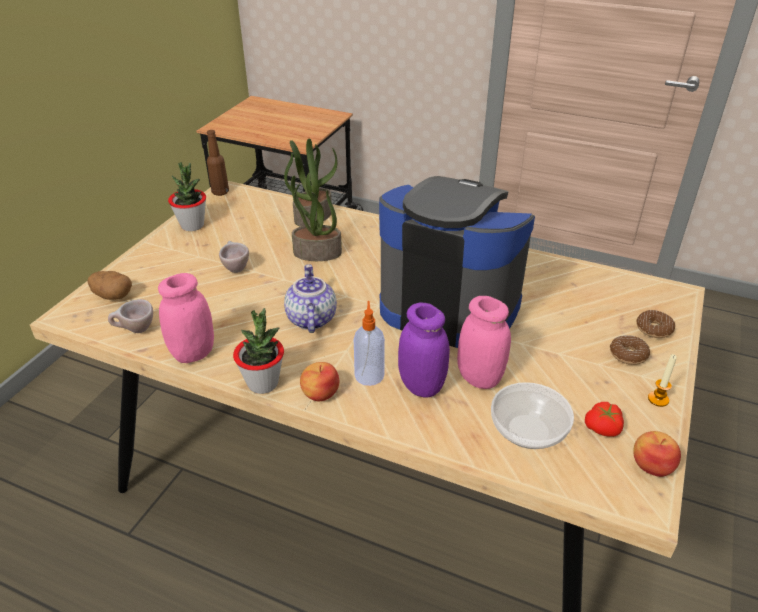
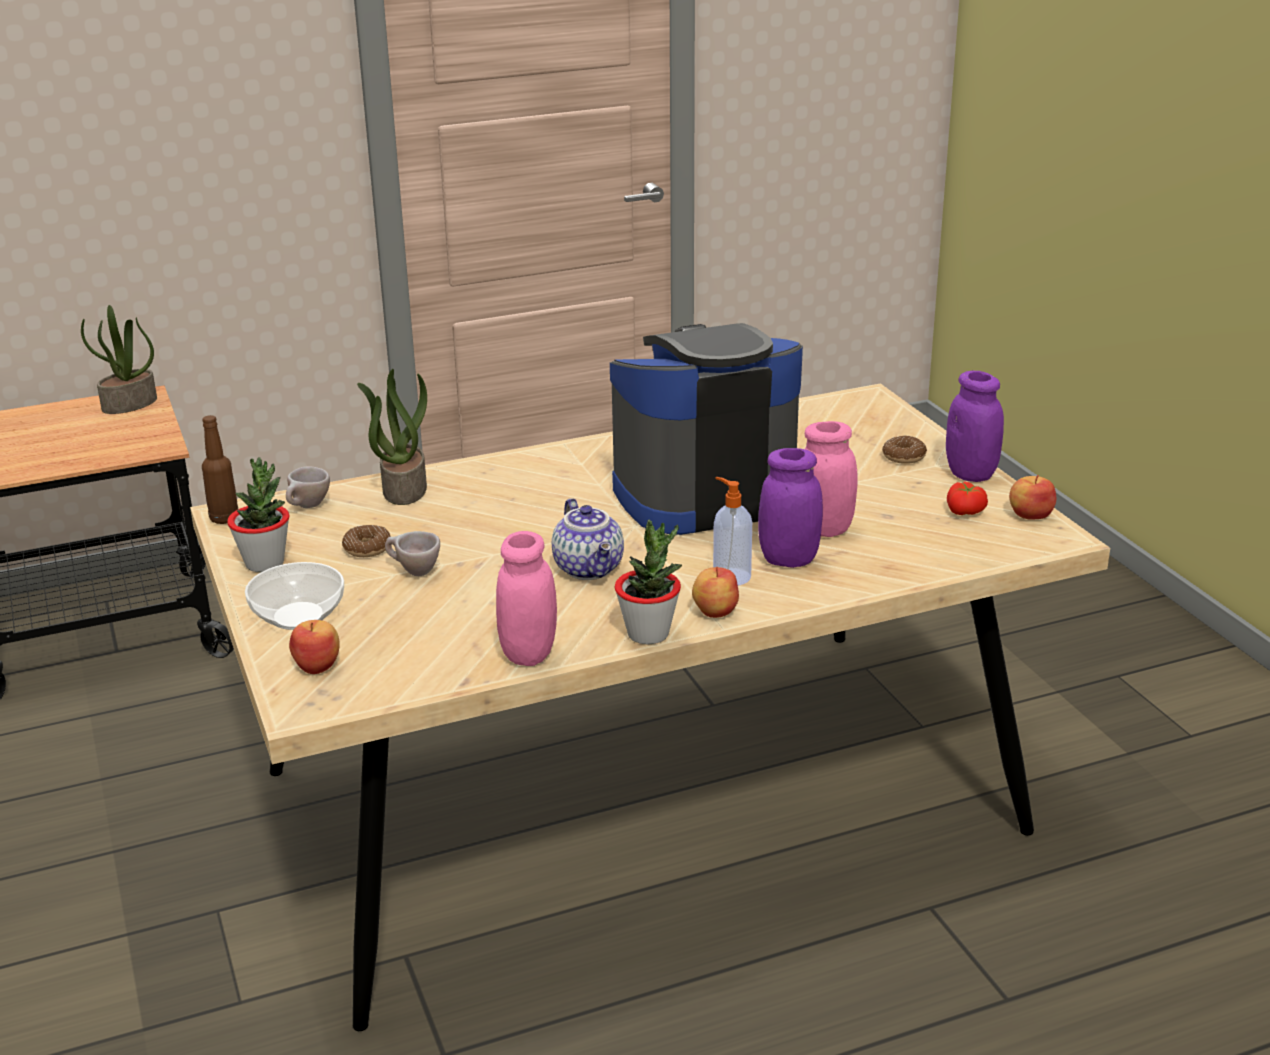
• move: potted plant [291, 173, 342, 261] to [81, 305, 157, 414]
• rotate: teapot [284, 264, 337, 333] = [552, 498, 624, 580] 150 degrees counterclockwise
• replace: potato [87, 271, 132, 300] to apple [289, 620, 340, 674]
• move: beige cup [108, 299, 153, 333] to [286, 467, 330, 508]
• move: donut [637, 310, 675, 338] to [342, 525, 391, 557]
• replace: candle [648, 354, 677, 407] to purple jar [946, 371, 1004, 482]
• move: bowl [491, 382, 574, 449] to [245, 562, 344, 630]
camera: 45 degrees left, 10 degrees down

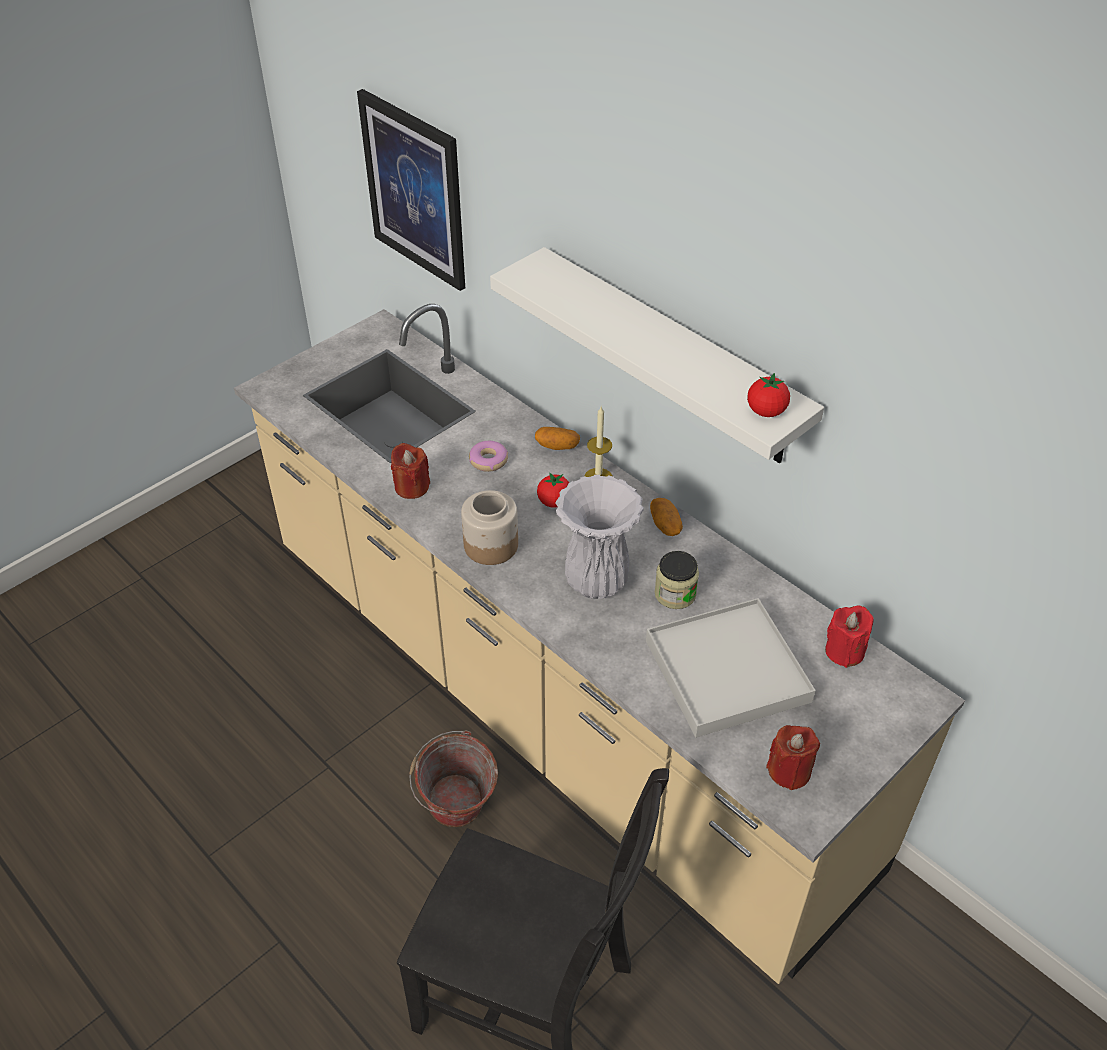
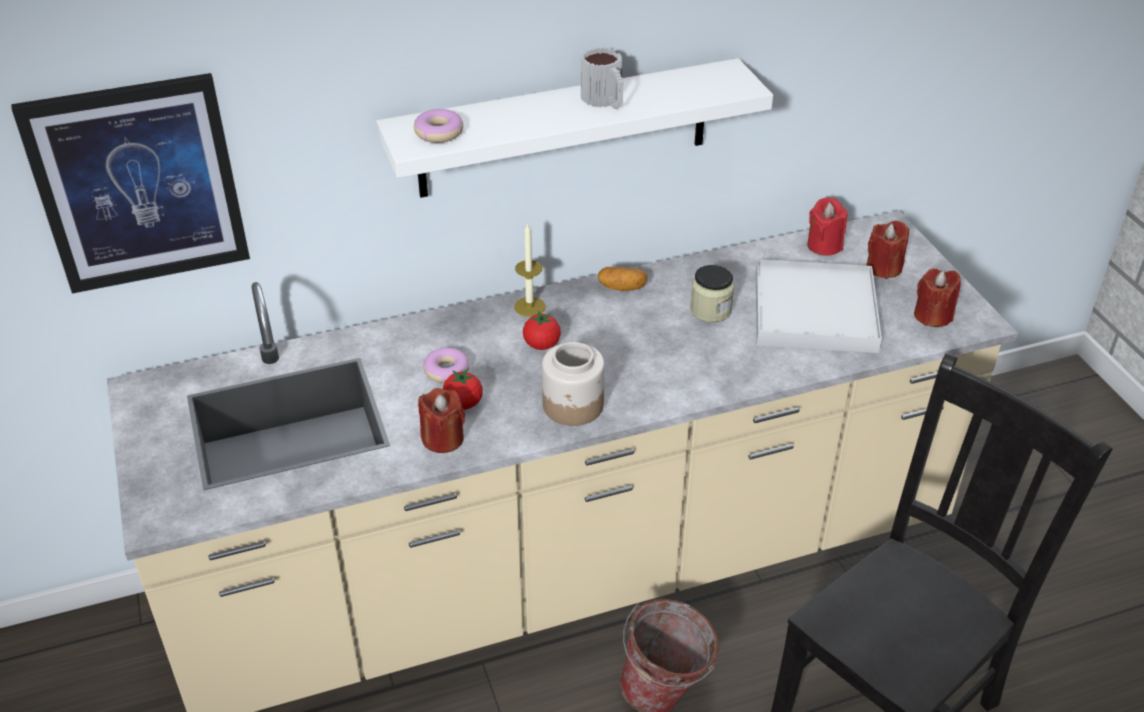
• move: tomato [747, 373, 790, 417] to [443, 369, 483, 410]
• delete: potato [535, 427, 580, 450]
• delete: white vase [556, 475, 644, 599]
• insert: mug [581, 47, 624, 109]
• insert: donut [414, 109, 463, 143]
• insert: red candle [866, 221, 909, 279]
camera: 65 degrees left, 5 degrees down

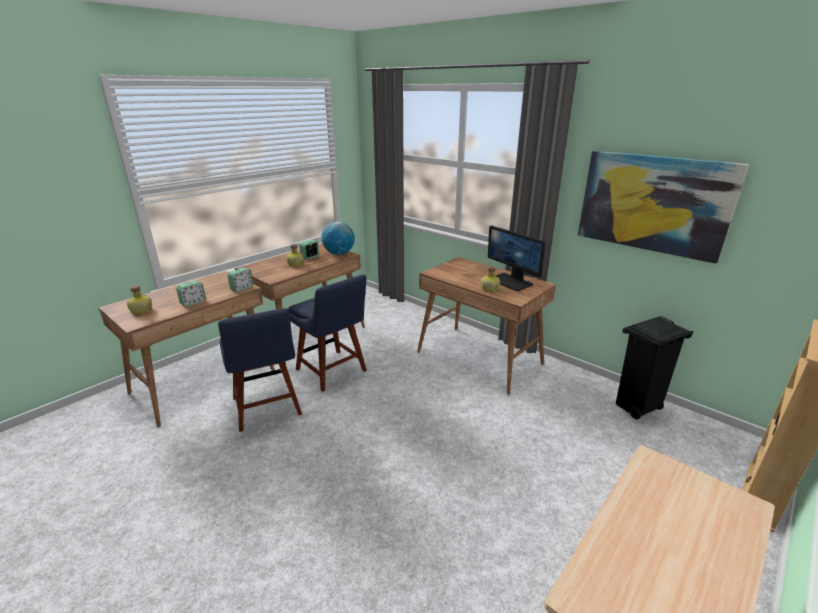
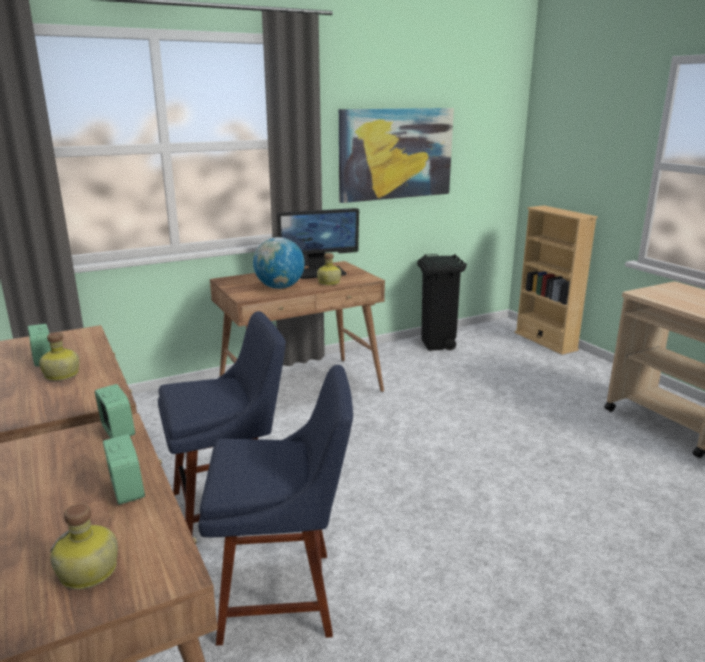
• move: globe [321, 222, 355, 255] to [253, 237, 305, 289]
camera: 70 degrees left, 5 degrees down

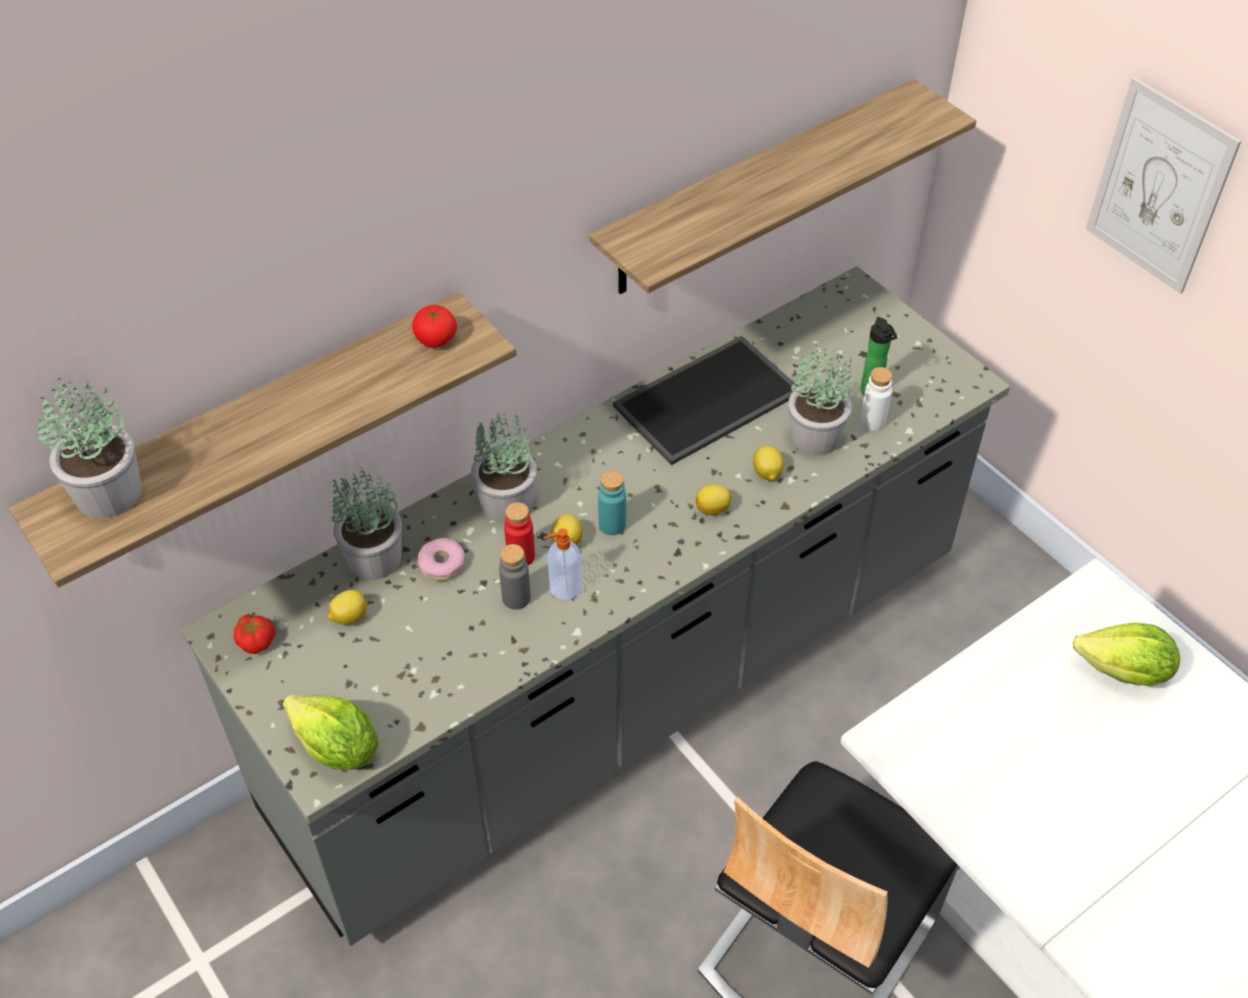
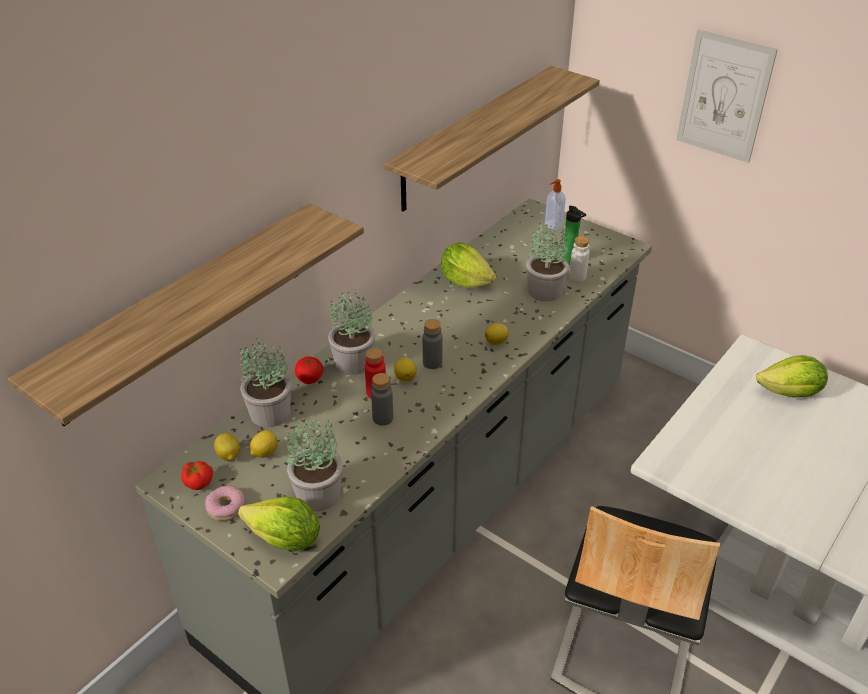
• move: tomato [412, 305, 457, 348] to [295, 357, 324, 384]
• replace: tray [613, 336, 799, 465] to lettuce [441, 242, 496, 288]
• move: potted plant [36, 378, 142, 518] to [286, 416, 343, 511]
• move: lemon [753, 446, 784, 481] to [214, 433, 240, 461]
• recolor: turquoise bottle [598, 471, 626, 535] to grey bottle [423, 319, 442, 369]
• move: soap dispenser [544, 528, 582, 600] to [545, 179, 566, 229]
• move: donut [417, 538, 465, 581] to [205, 485, 245, 521]
camera: 15 degrees left, 10 degrees down

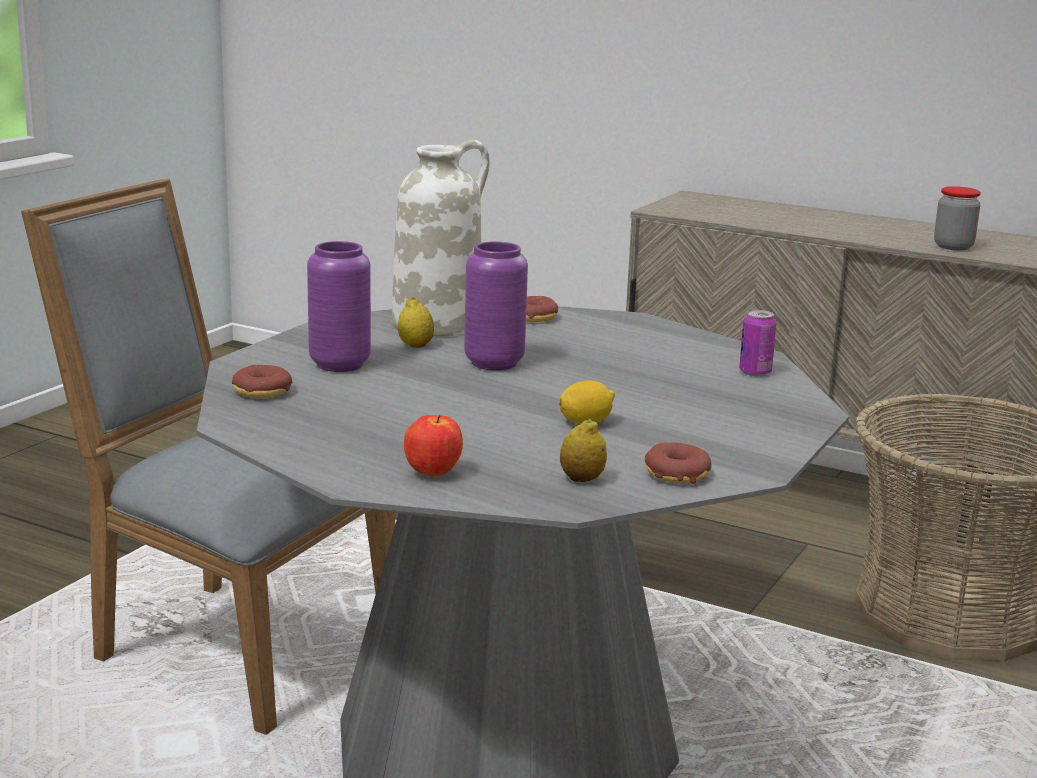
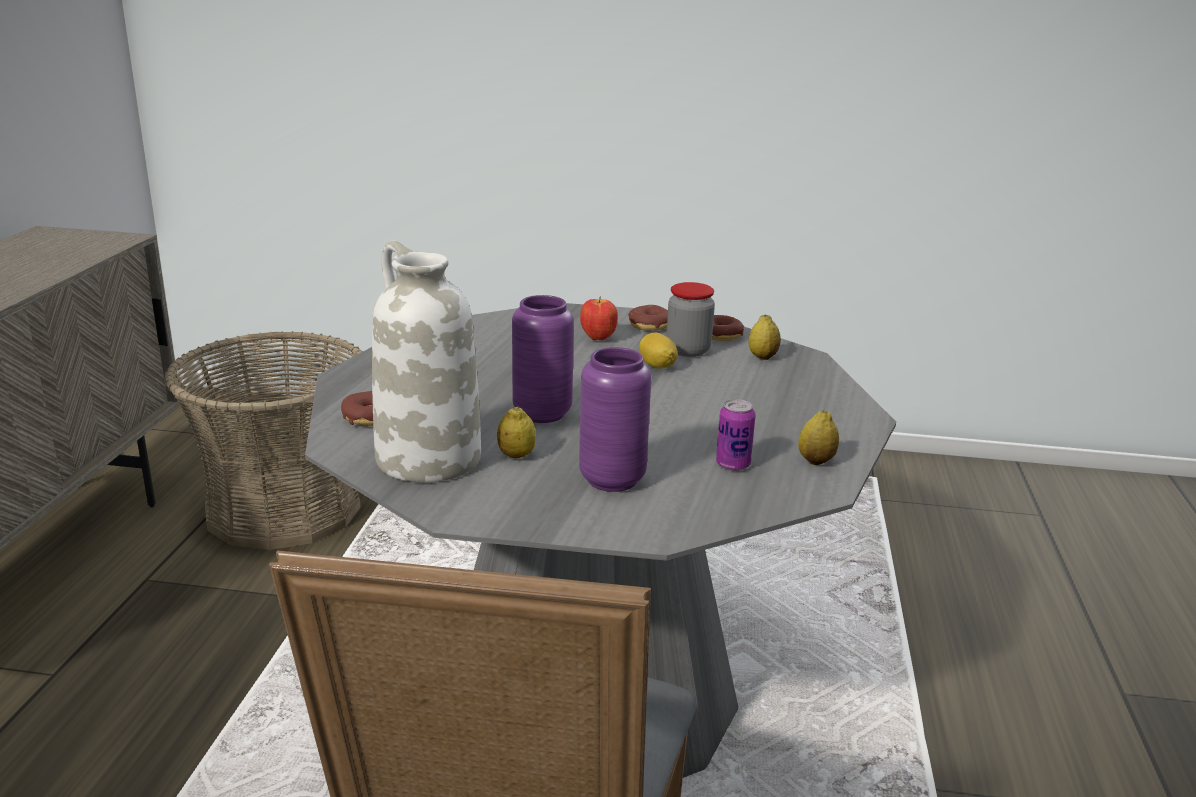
• move: jar [934, 186, 981, 250] to [666, 282, 715, 357]
• move: can [739, 310, 776, 376] to [716, 399, 756, 471]
• move: donut [232, 365, 292, 398] to [628, 305, 668, 331]
• move: apple [404, 415, 463, 477] to [580, 296, 618, 341]
• insert: lemon [798, 410, 839, 465]
camera: 110 degrees left, 5 degrees up

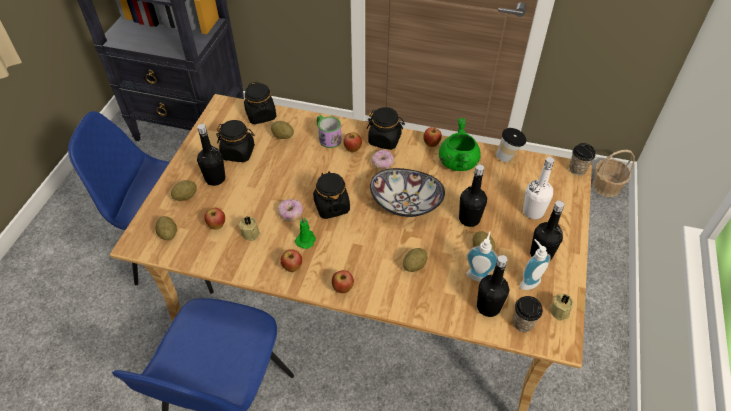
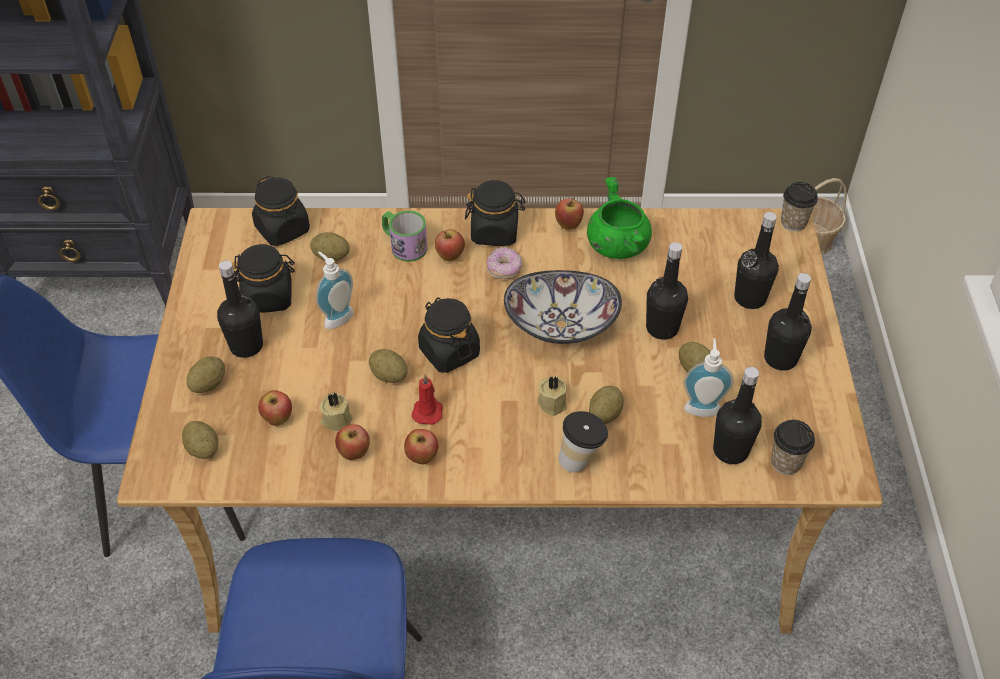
• move: cup [496, 128, 526, 162] to [558, 411, 608, 473]
• recolor: white bottle [523, 157, 554, 219] to black bottle [734, 212, 779, 309]
• replace: donut [278, 199, 303, 221] to potato [369, 349, 408, 383]
• recolor: green candle [295, 217, 316, 249] to red candle [411, 375, 443, 425]
• move: soap dispenser [520, 239, 551, 290] to [316, 251, 354, 329]
• move: apple [332, 270, 354, 293] to [335, 424, 370, 460]
• move: beige candle [550, 294, 573, 321] to [538, 376, 567, 416]
camera: 15 degrees left, 0 degrees up

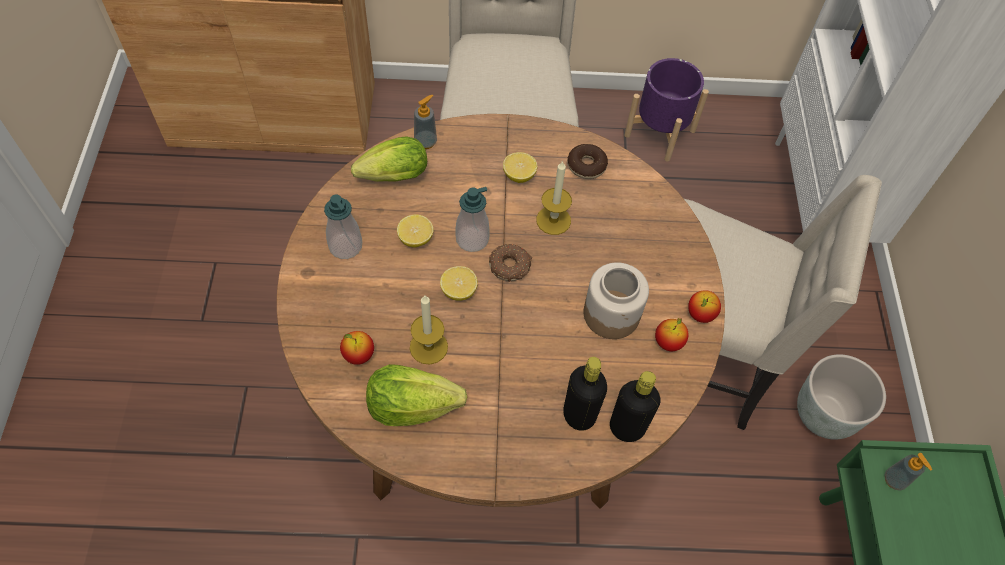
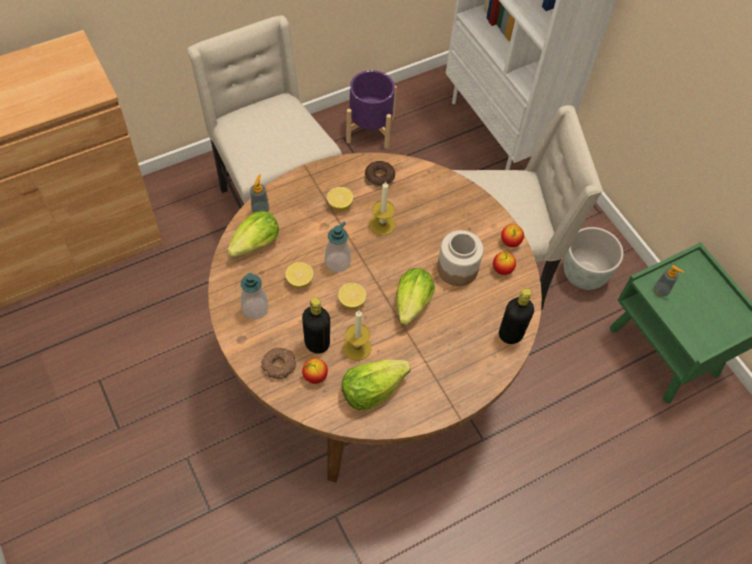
• move: donut [489, 244, 532, 282] to [261, 348, 296, 379]
• move: black bottle [563, 357, 607, 431] to [302, 297, 330, 354]
• insert: lettuce [396, 268, 435, 325]
camera: 30 degrees left, 0 degrees up

